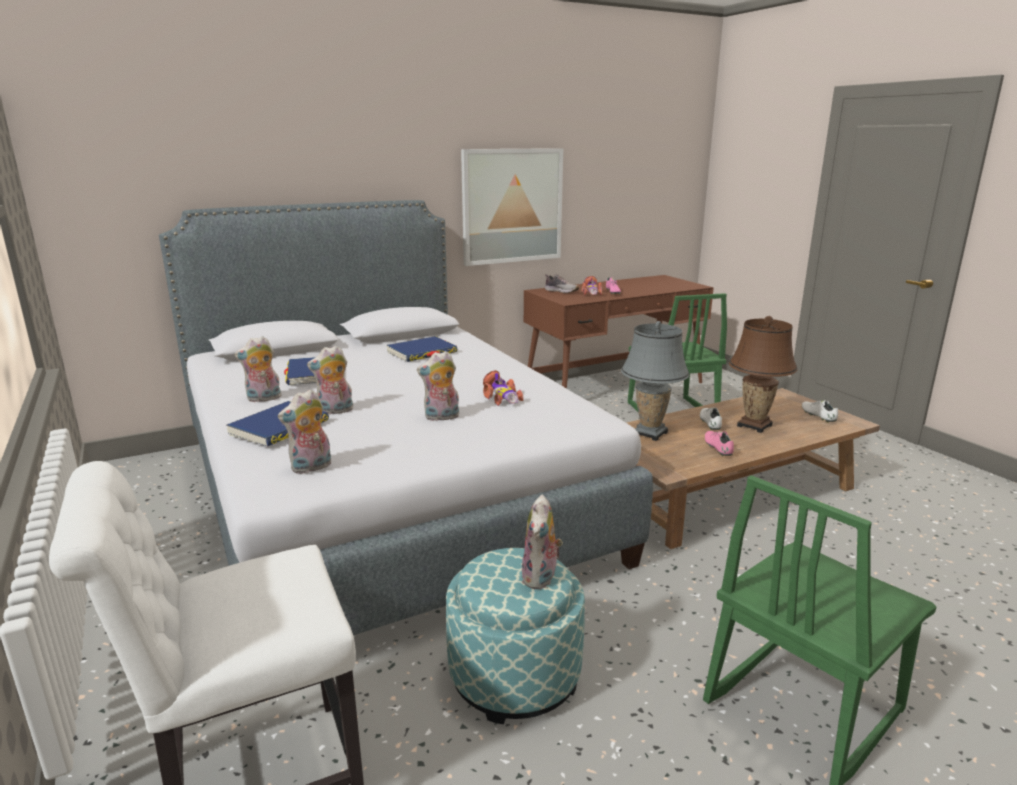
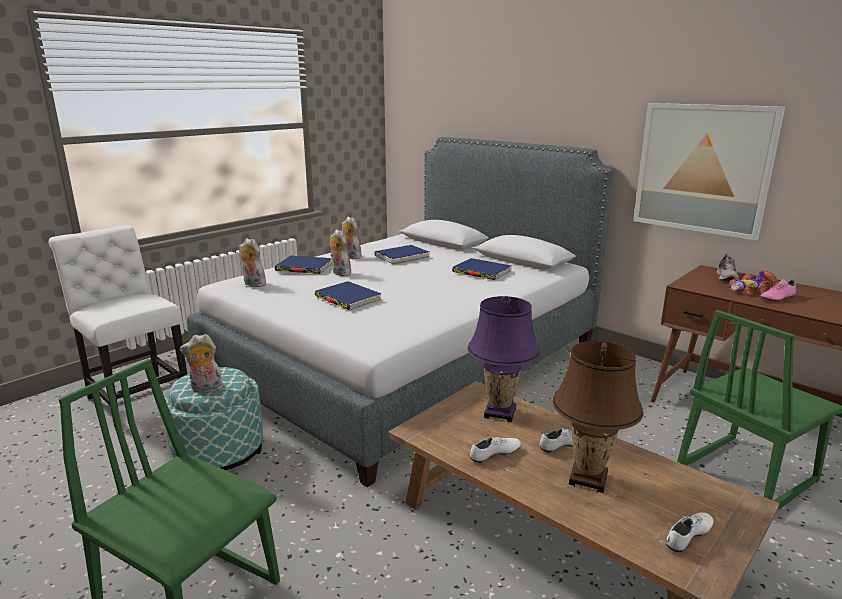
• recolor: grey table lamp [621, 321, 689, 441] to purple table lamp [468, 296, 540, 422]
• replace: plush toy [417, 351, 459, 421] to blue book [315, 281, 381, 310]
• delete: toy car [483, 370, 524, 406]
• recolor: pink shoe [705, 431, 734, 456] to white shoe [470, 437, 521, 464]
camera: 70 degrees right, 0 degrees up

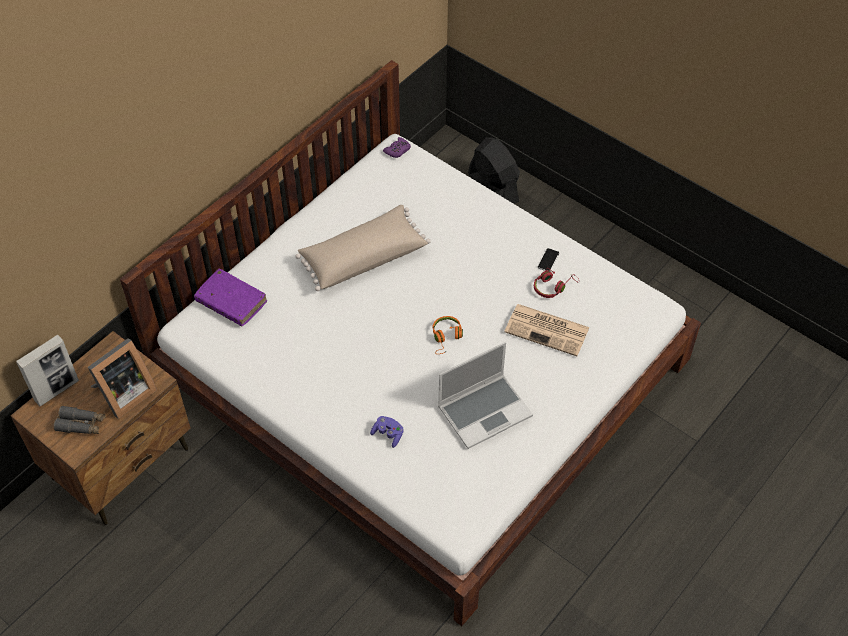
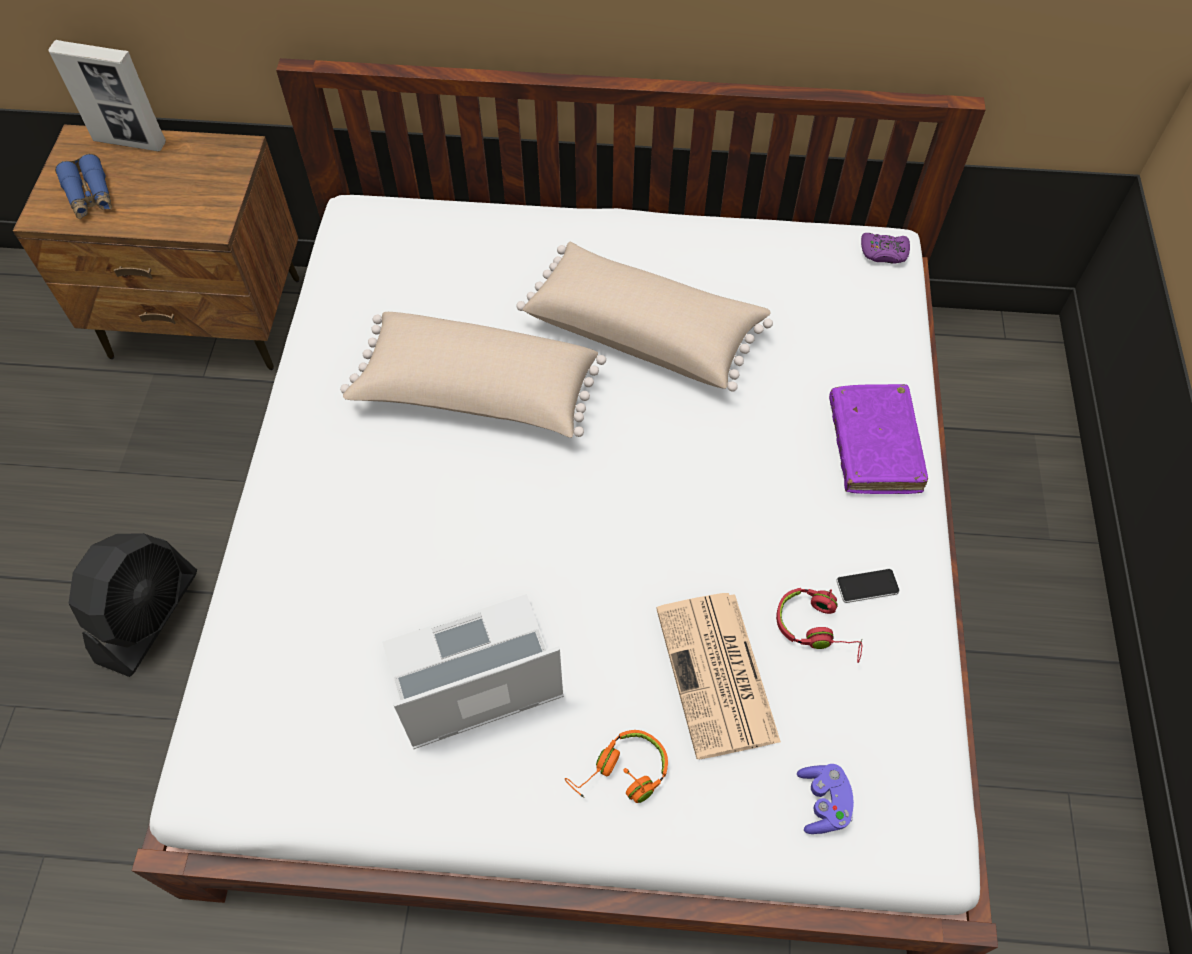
• move: black fan [468, 137, 520, 204] to [68, 533, 197, 677]
• move: purple book [194, 268, 267, 326] to [829, 384, 928, 494]
• move: orange headphones [432, 316, 463, 354] to [565, 730, 668, 803]
• delete: picture frame [88, 338, 157, 419]
• rotate: laptop [438, 342, 533, 449] = [382, 594, 564, 749] 135 degrees clockwise
• recolor: grey binoculars [54, 406, 106, 434] to blue binoculars [55, 154, 112, 219]
• move: purple game controller [370, 416, 404, 448] to [797, 764, 854, 834]
• insert: beige pillow [340, 312, 606, 438]
camera: 55 degrees right, 5 degrees up

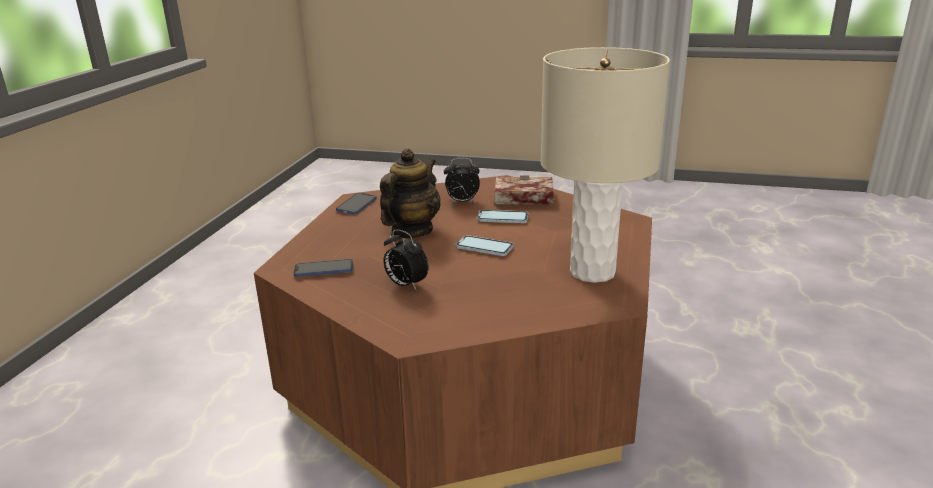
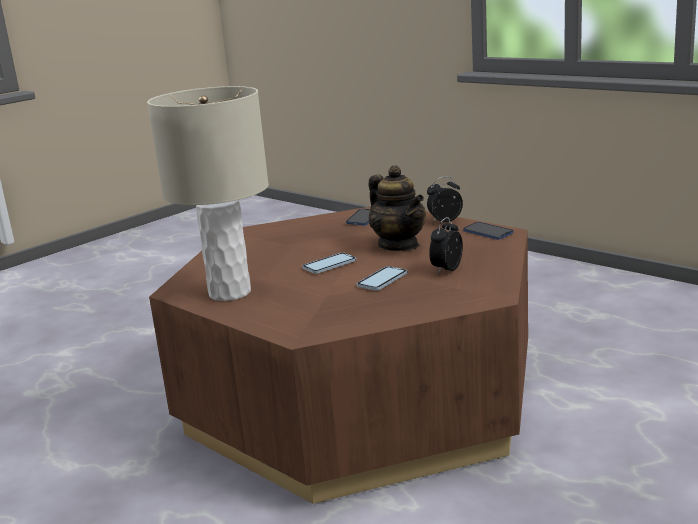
• delete: book [495, 176, 554, 205]
• move: alarm clock [383, 229, 428, 291] to [427, 176, 463, 223]
camera: 120 degrees right, 5 degrees down

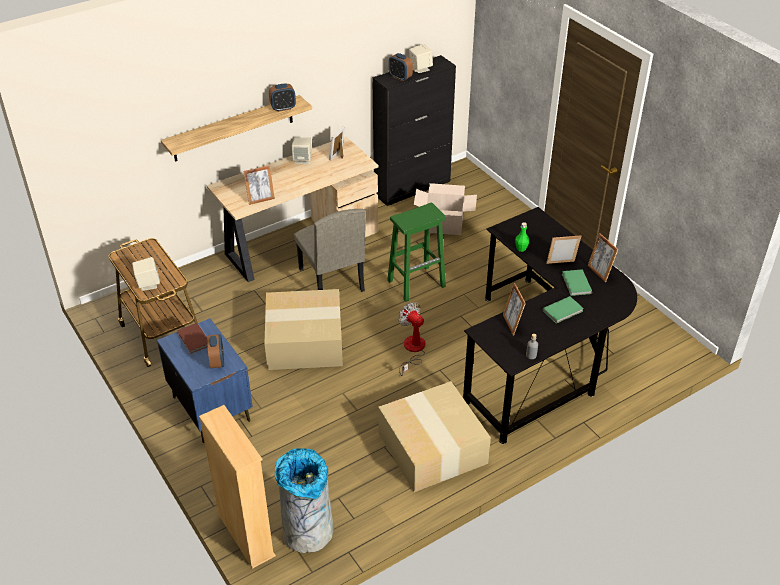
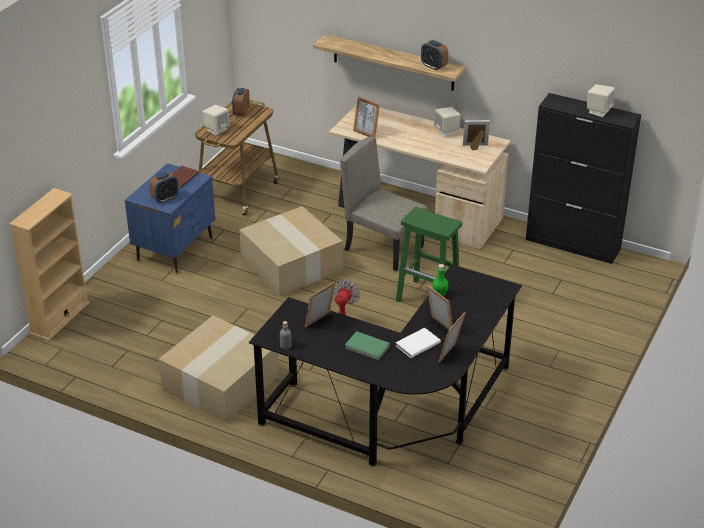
• move: alarm clock [389, 53, 413, 81] to [232, 88, 250, 116]
• delete: cardboard box [414, 183, 477, 235]
• rotate: beige chair [294, 209, 366, 292] = [340, 136, 428, 271] 90 degrees clockwise
• recolor: green book [562, 269, 592, 296] to white book [396, 327, 441, 358]
• delete: grey trash can [275, 448, 333, 553]
camera: 60 degrees right, 5 degrees down

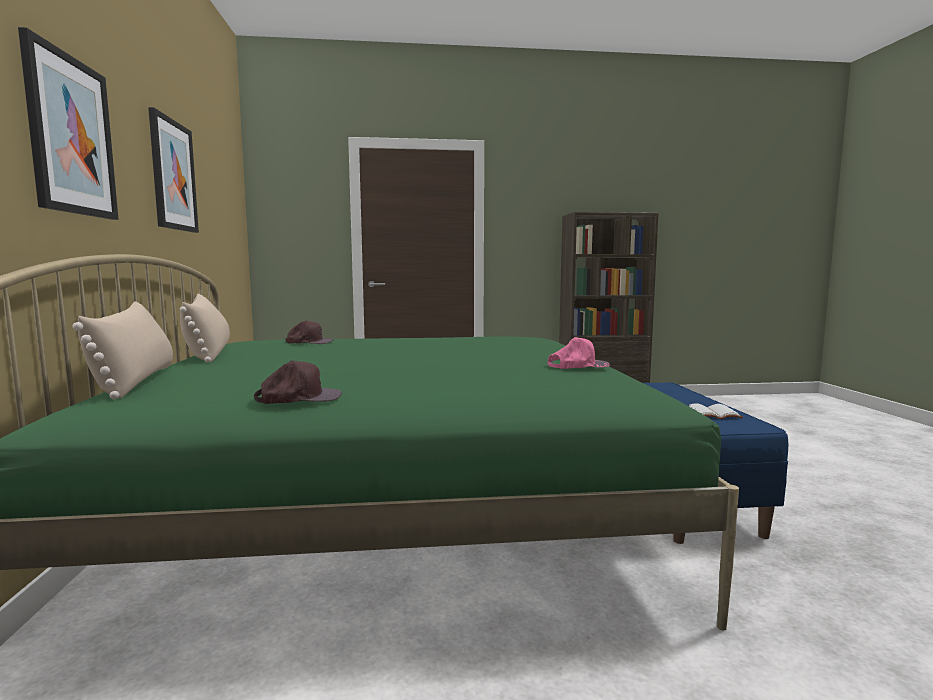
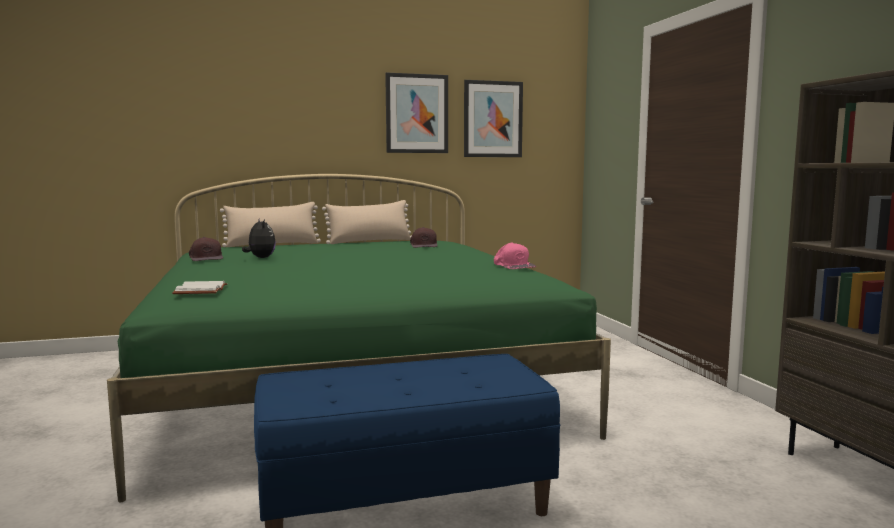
• move: picture [18, 27, 118, 220] to [464, 80, 523, 157]
• move: pink cap [548, 337, 610, 369] to [494, 242, 536, 269]
• move: white book [689, 403, 743, 419] to [172, 281, 227, 294]
• insert: plush toy [242, 219, 276, 258]
camera: 80 degrees right, 0 degrees up

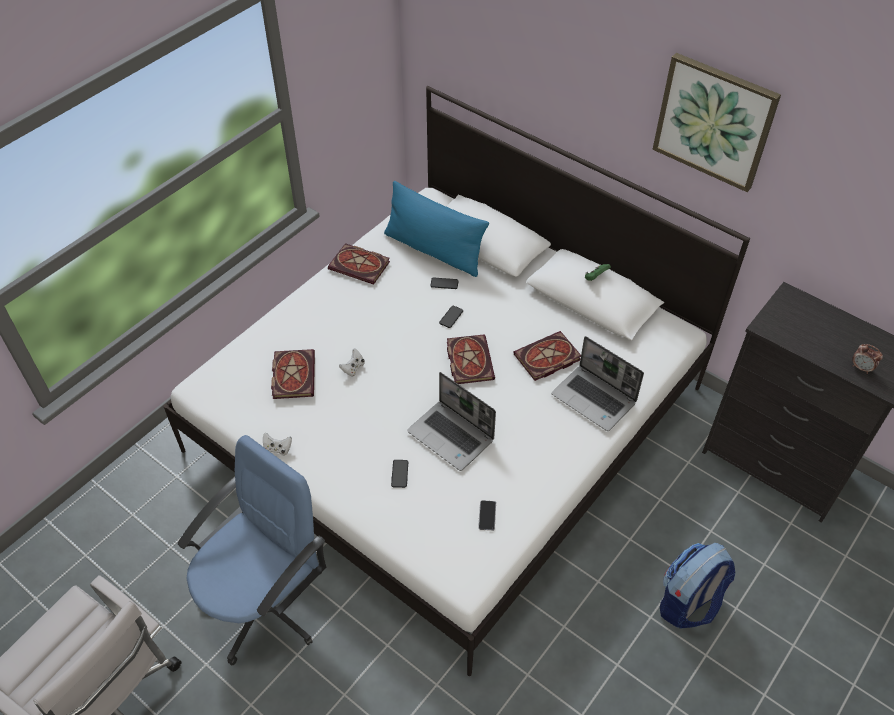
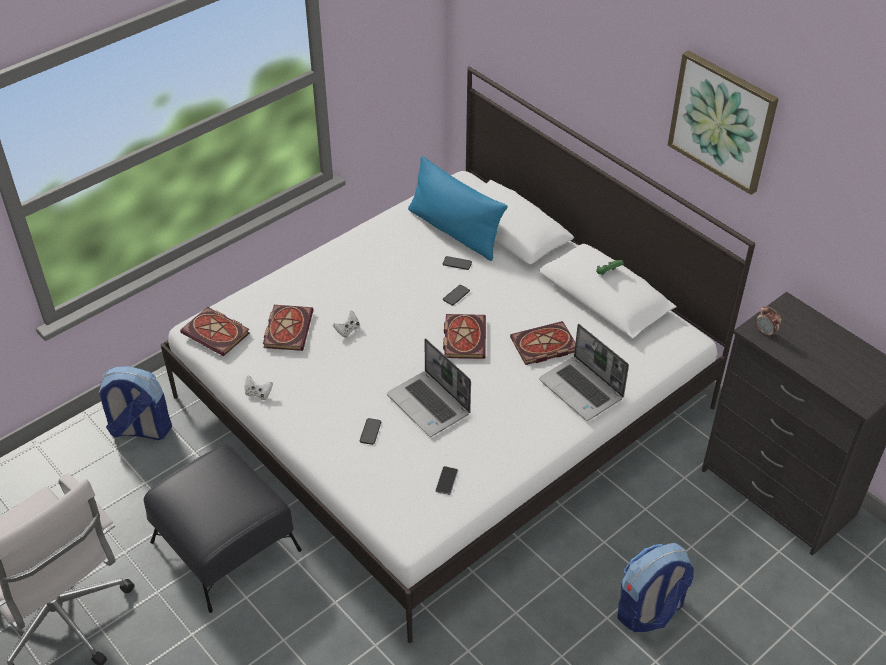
• move: book [328, 243, 390, 285] to [180, 307, 250, 356]
• move: alarm clock [852, 344, 883, 374] to [756, 306, 782, 338]
• replace: blue office chair [178, 435, 326, 665] to black ottoman [144, 445, 302, 613]
• insert: backpack [97, 366, 172, 440]
camera: 10 degrees right, 5 degrees down

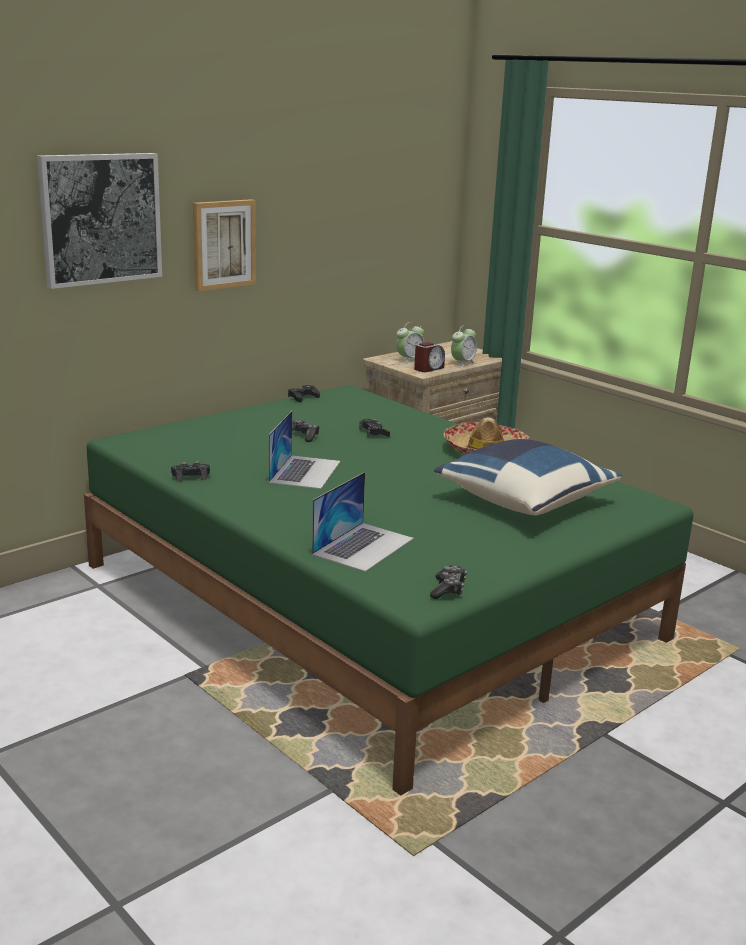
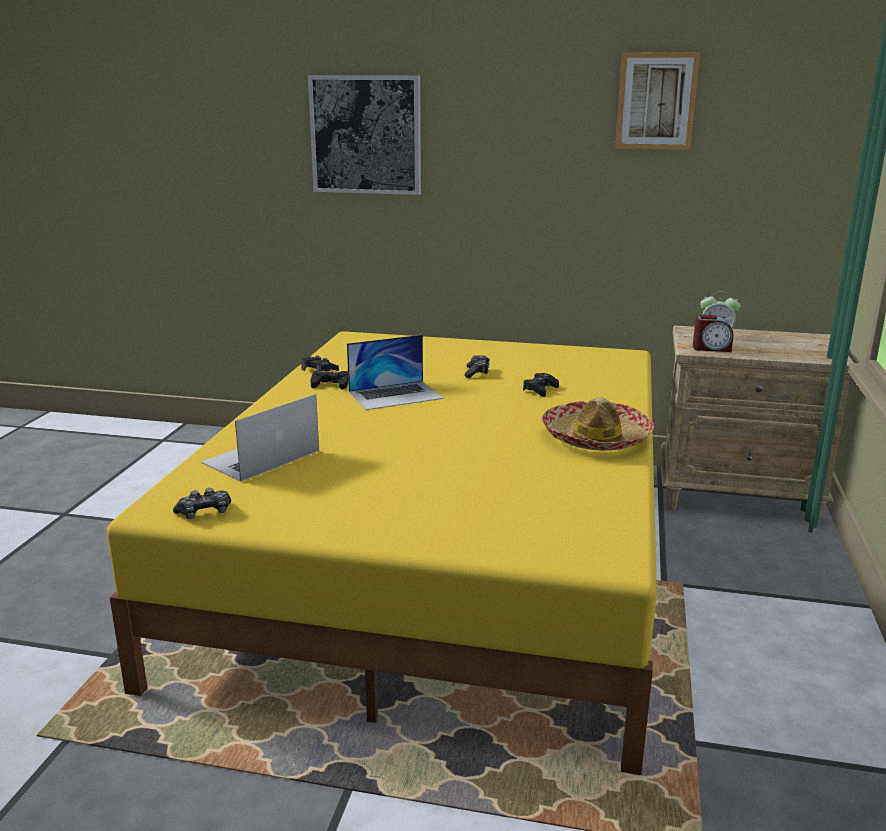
• move: picture [193, 199, 256, 291] to [615, 52, 700, 150]
• delete: alarm clock [451, 325, 477, 367]
• recolor: green bed [84, 385, 693, 796] to yellow bed [107, 331, 657, 775]
• move: black game controller [288, 385, 320, 403] to [310, 370, 348, 390]
• delete: blue pillow [434, 439, 622, 515]
• rotate: laptop [312, 472, 414, 572] = [201, 394, 319, 482] 135 degrees clockwise
camera: 55 degrees right, 0 degrees up

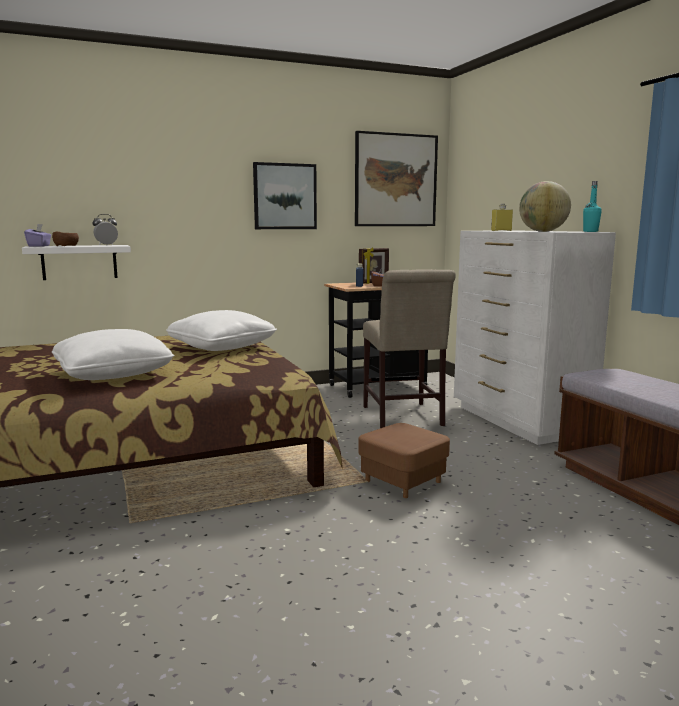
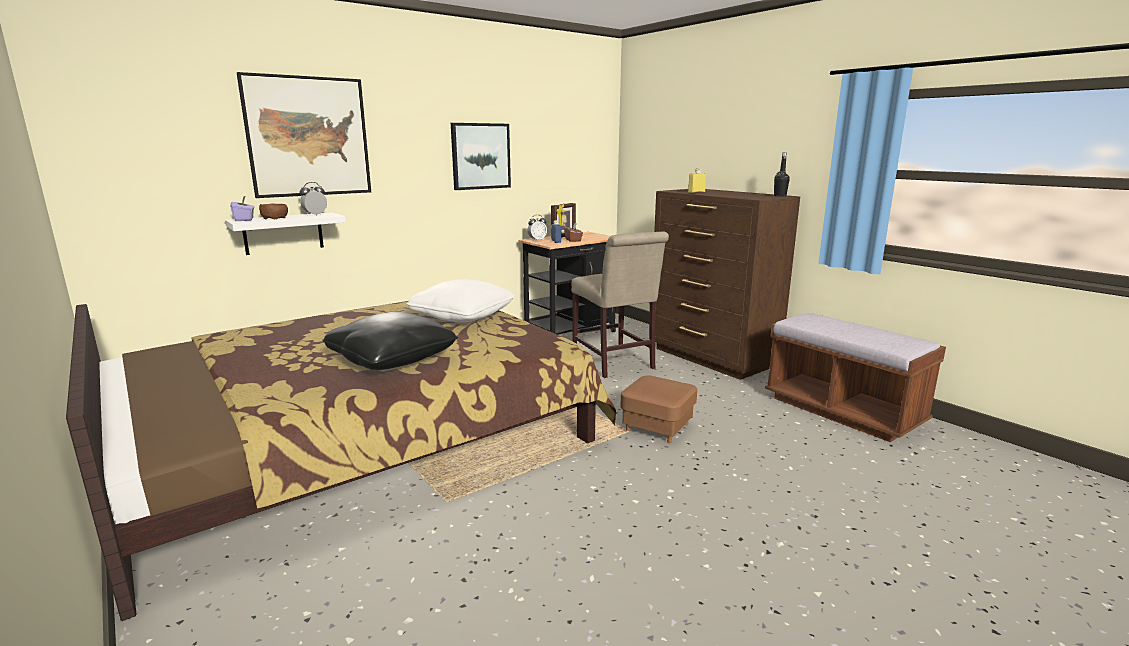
• move: picture [355, 131, 438, 226] to [237, 72, 371, 198]
• delete: globe [519, 181, 571, 232]
• recolor: turquoise bottle [583, 181, 602, 232] to black bottle [774, 153, 790, 197]
• recolor: white dresser [454, 230, 616, 445] to brown dresser [654, 189, 800, 380]
• recolor: white pillow [52, 329, 174, 380] to black pillow [323, 311, 458, 370]
• insert: alarm clock [527, 215, 547, 241]
camera: 15 degrees left, 5 degrees up

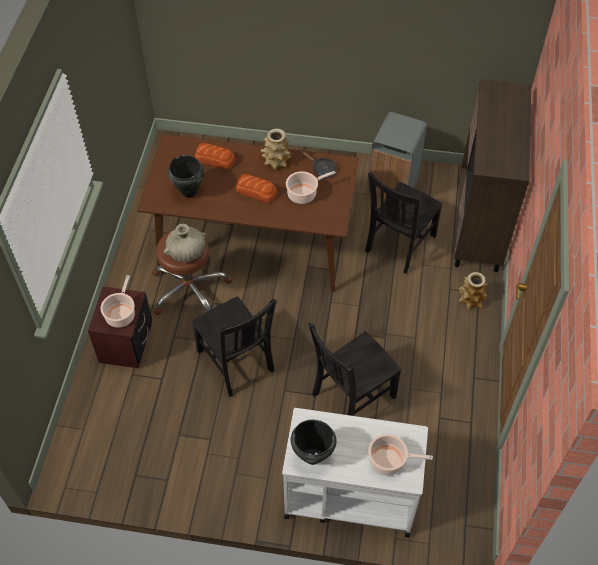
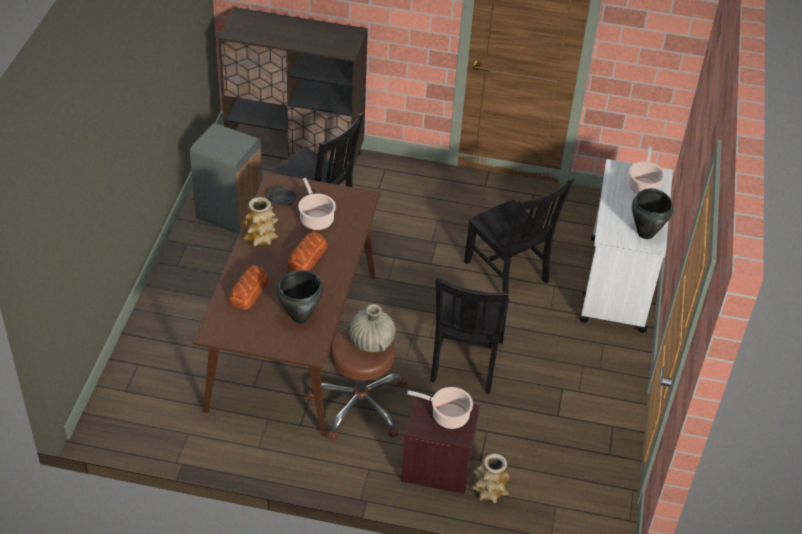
• move: vase [459, 272, 488, 309] to [472, 454, 511, 503]
• rotate: black chair [192, 296, 277, 397] = [430, 278, 509, 394] 135 degrees clockwise
camera: 90 degrees left, 10 degrees down

